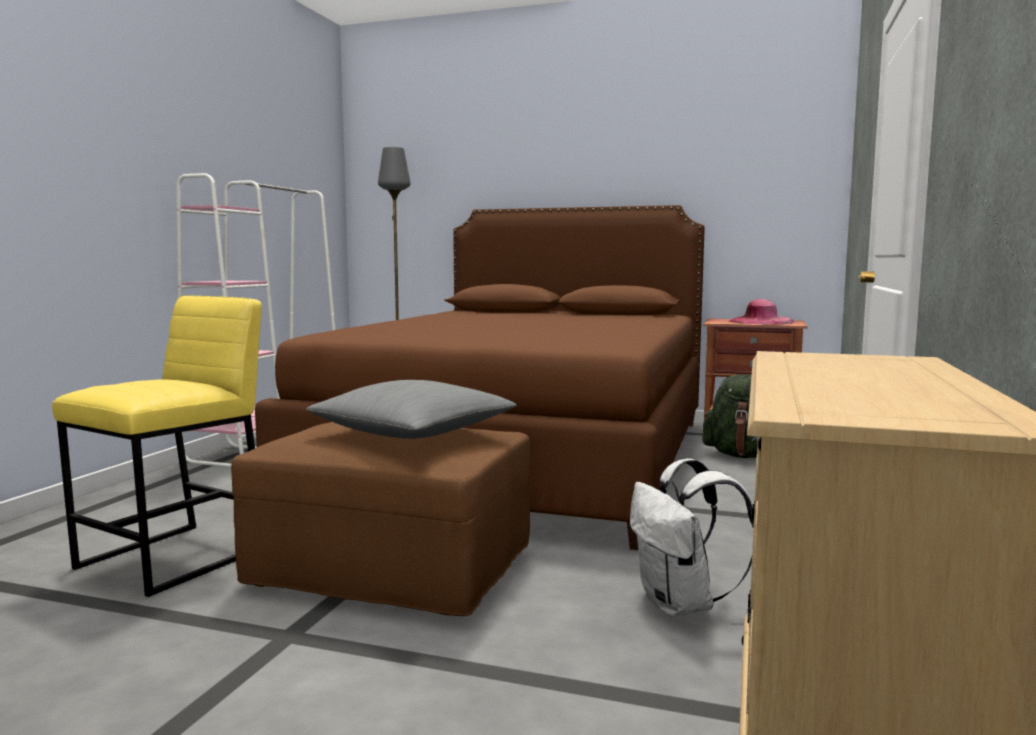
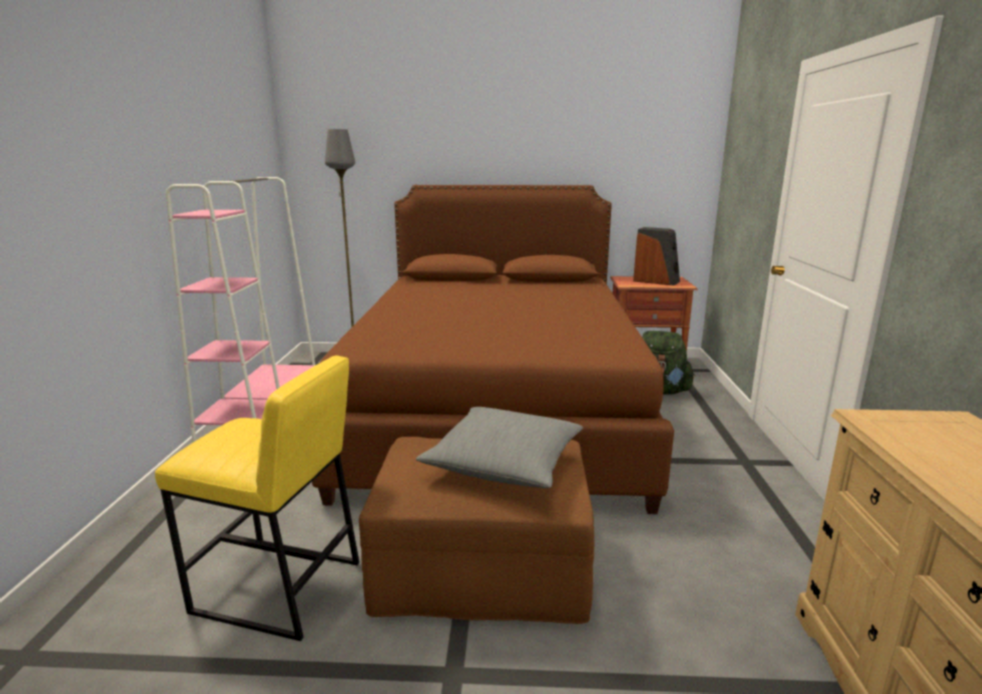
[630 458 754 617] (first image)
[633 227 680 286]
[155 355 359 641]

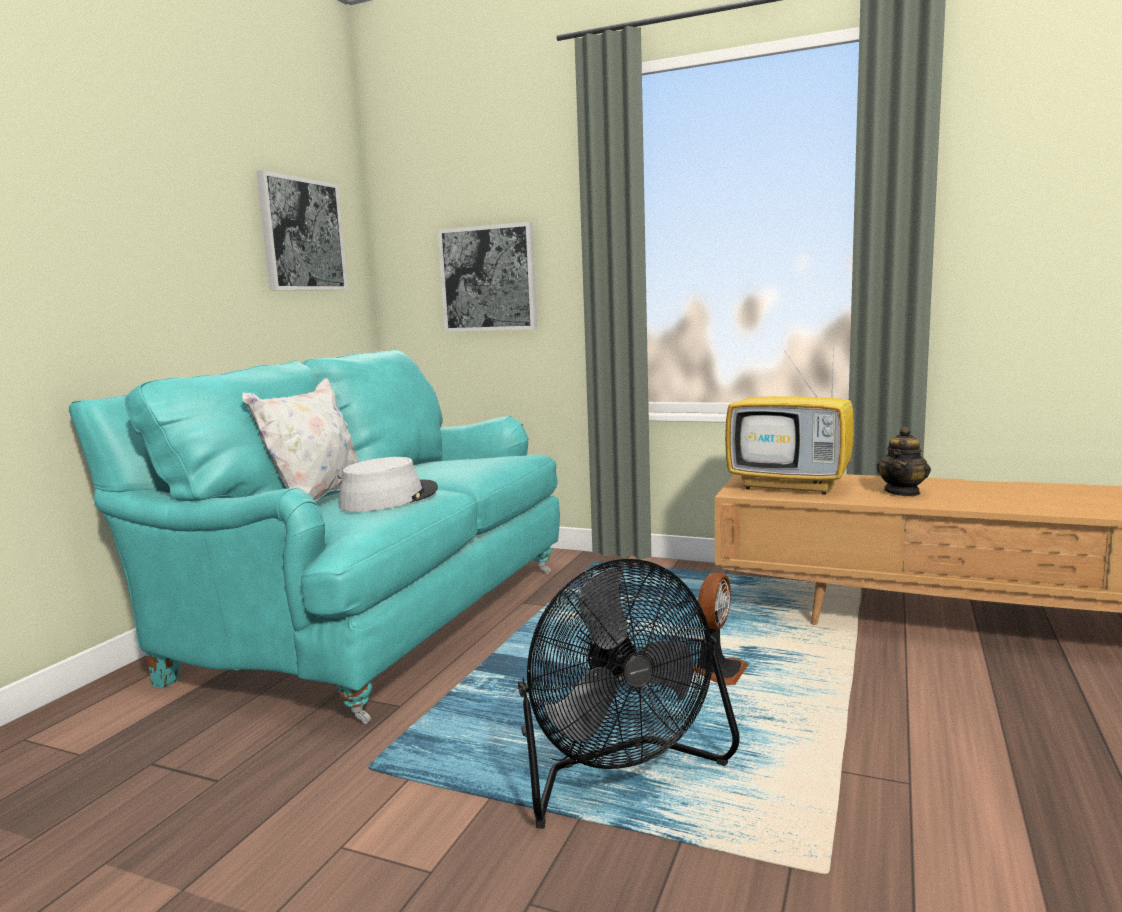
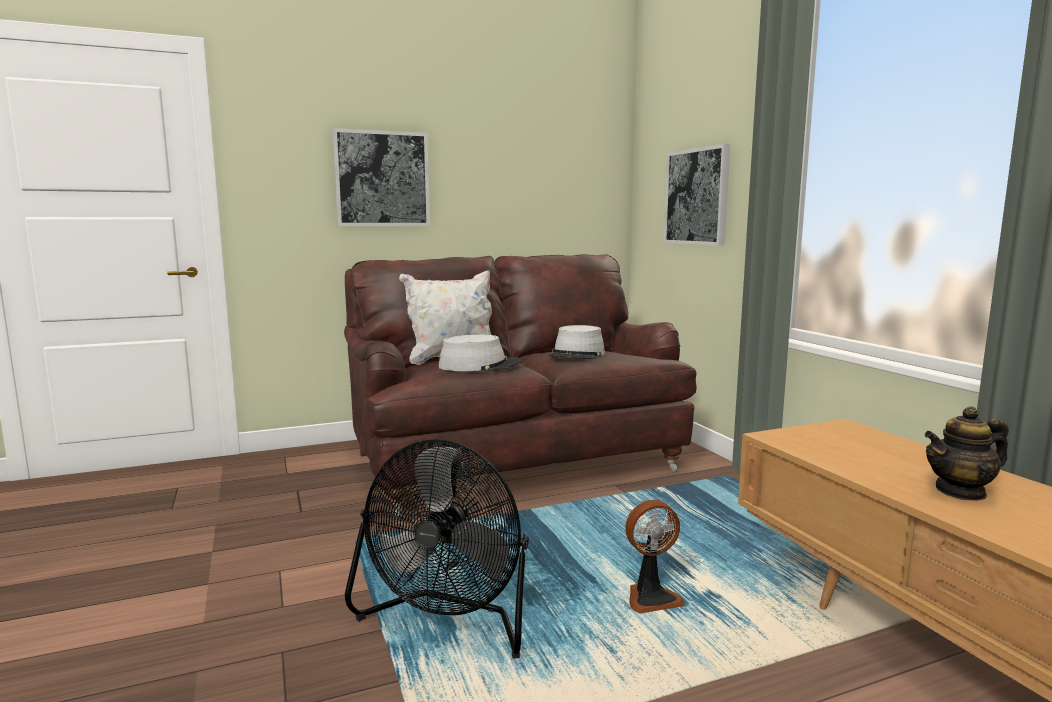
[725 345 854 495] (first image)
[549 325 605 360]
[332 128 430 226]
[344 254 696 517]

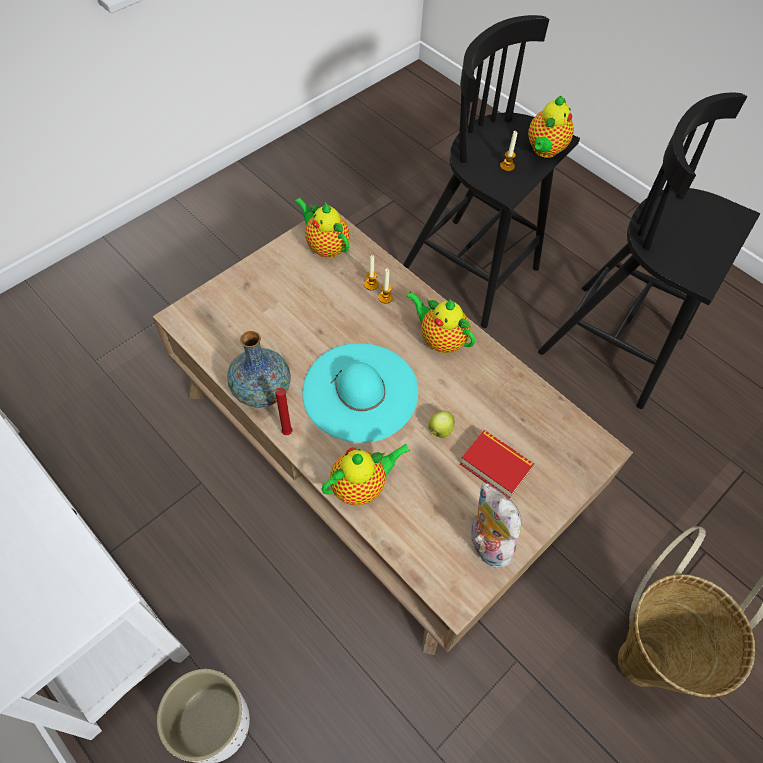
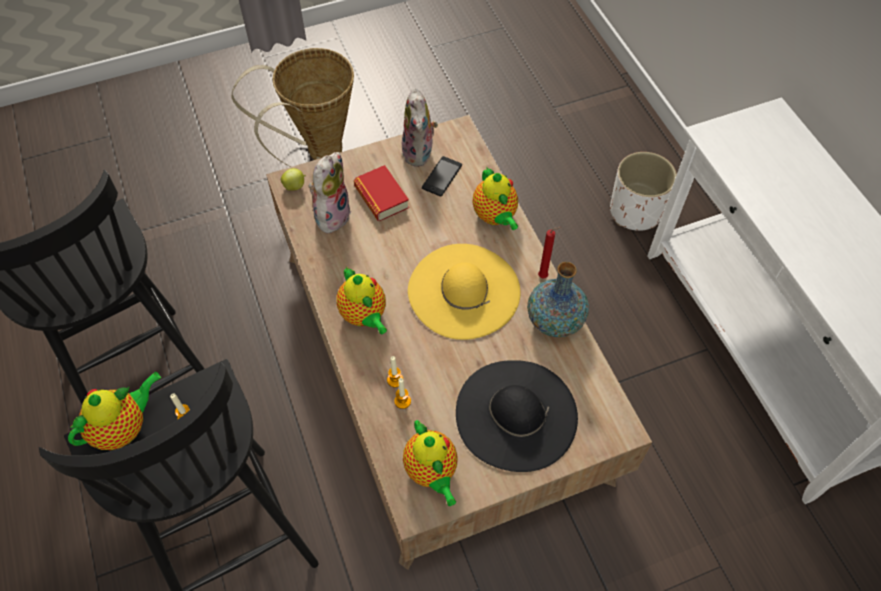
[308 152 352 234]
[422 156 462 196]
[456 360 578 472]
[281 168 306 191]
[408 244 521 340]
[472 168 518 230]

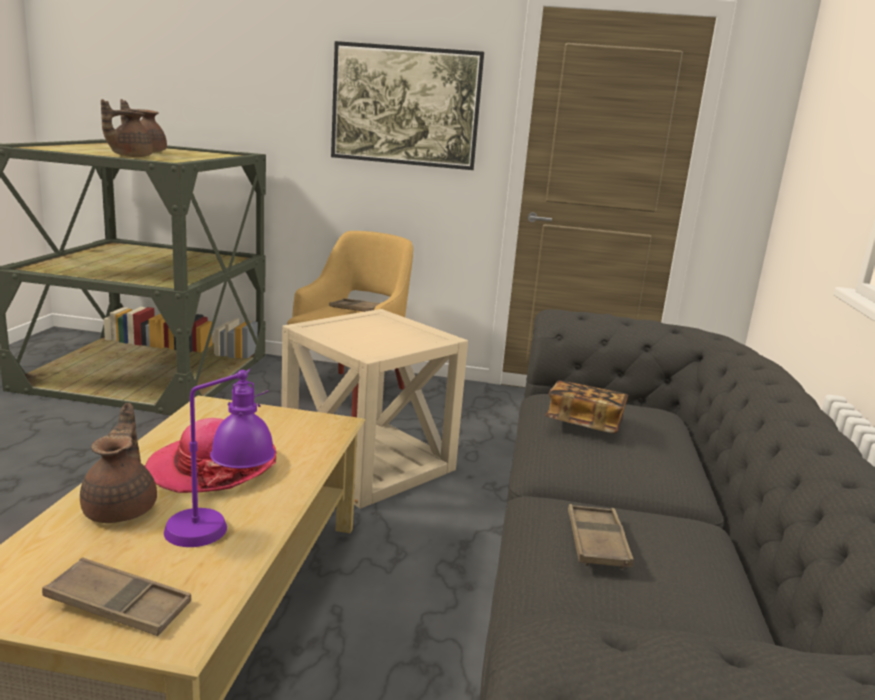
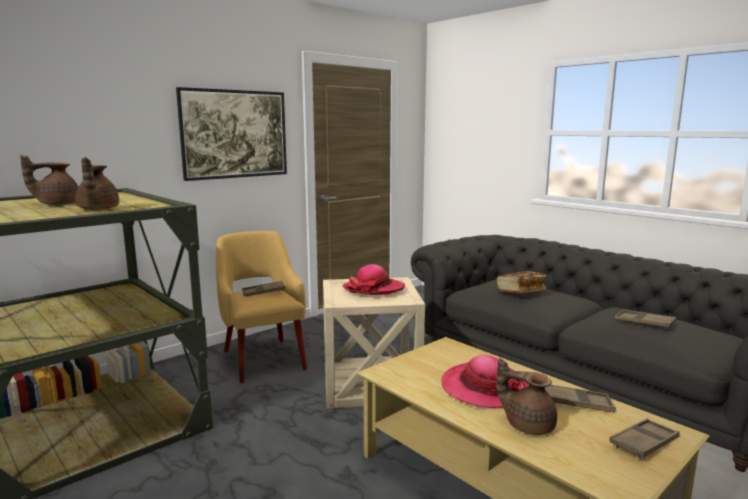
[342 264 405 295]
[545 385 616 412]

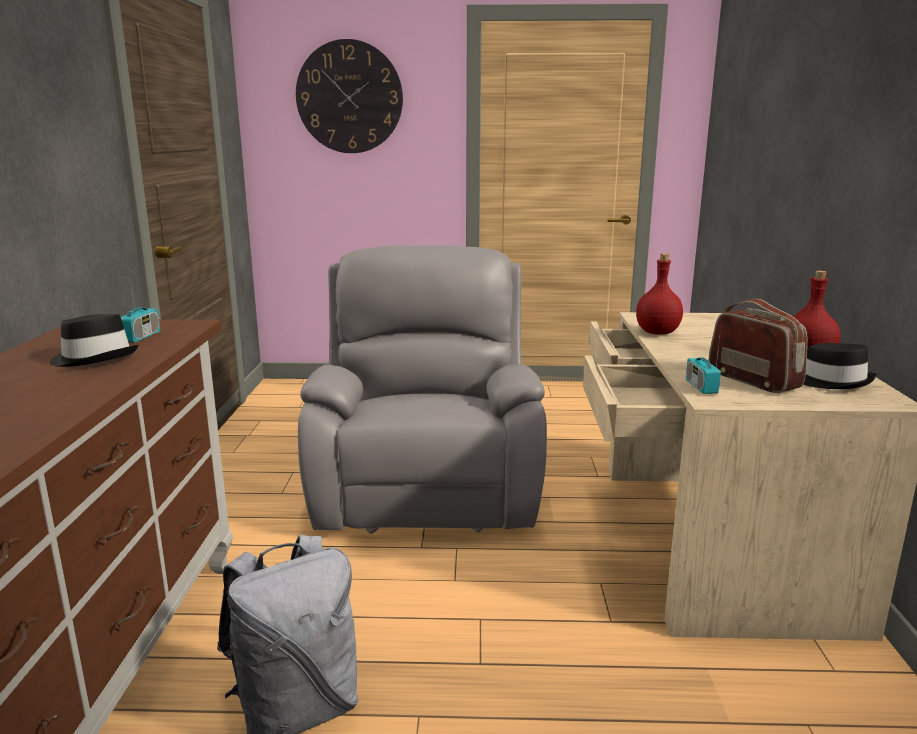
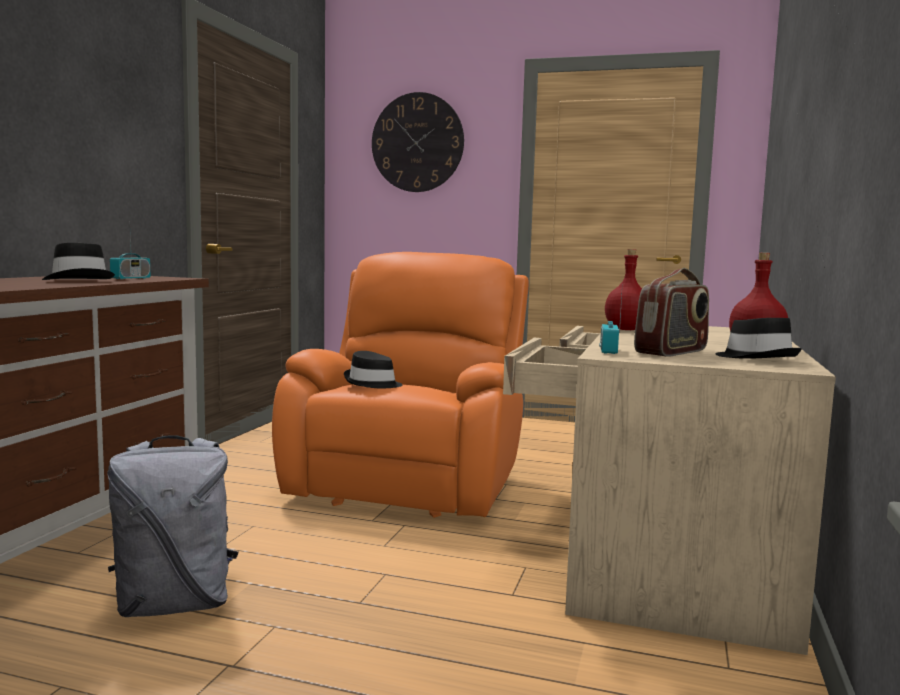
[344 351 402 388]
[272 252 529 518]
[634 268 709 357]

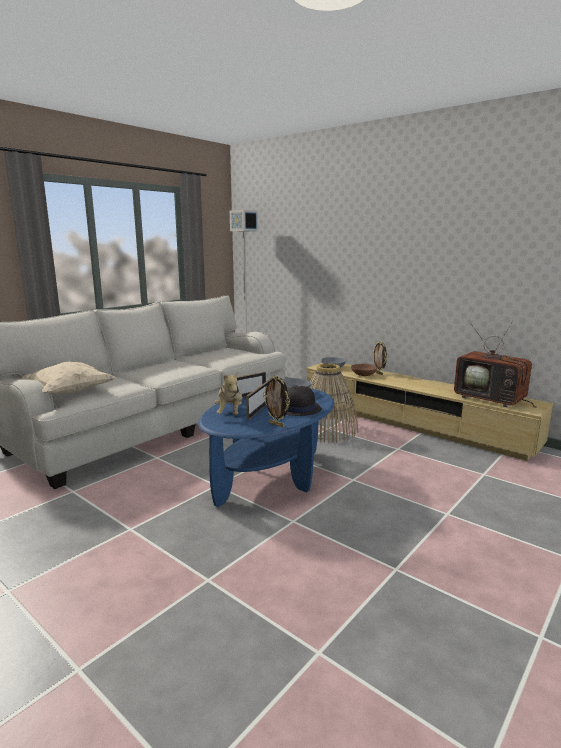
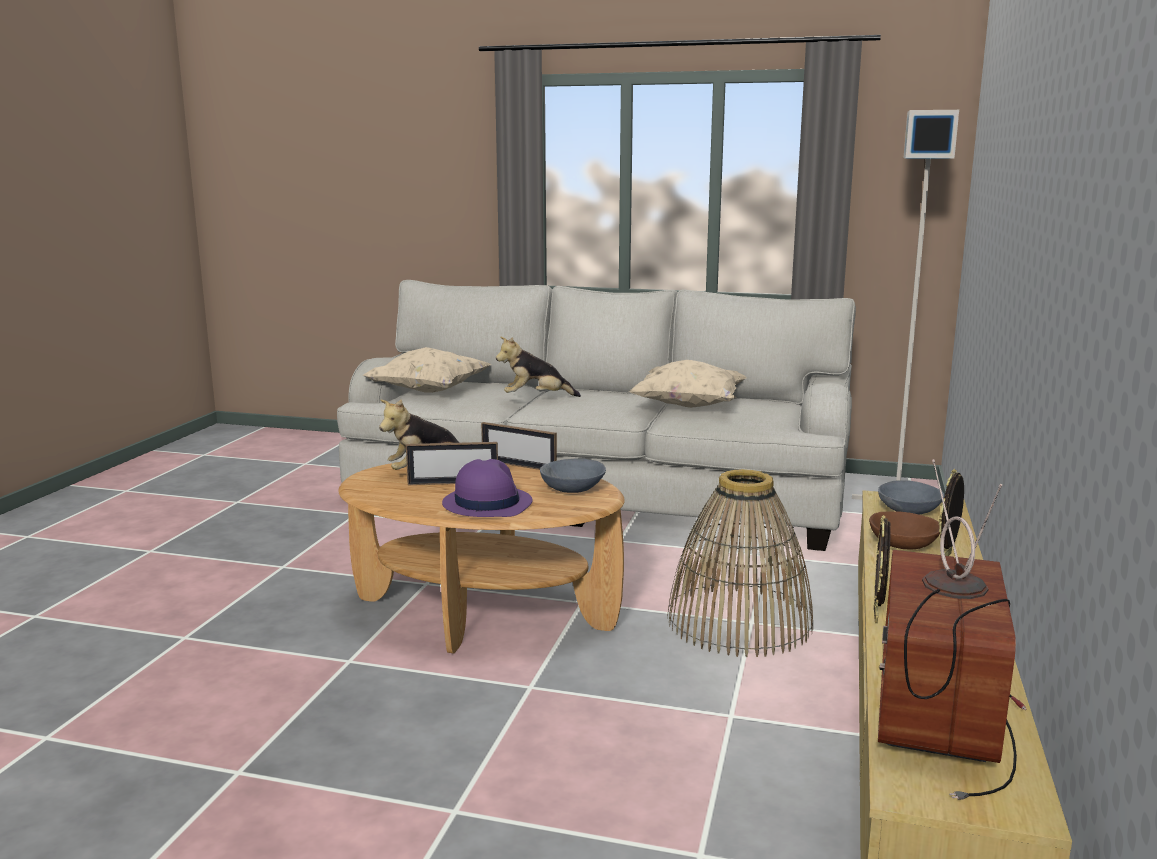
[496 336 581 397]
[629 360 747 408]
[874 516 891 623]
[338 463 625 653]
[442 459 532 517]

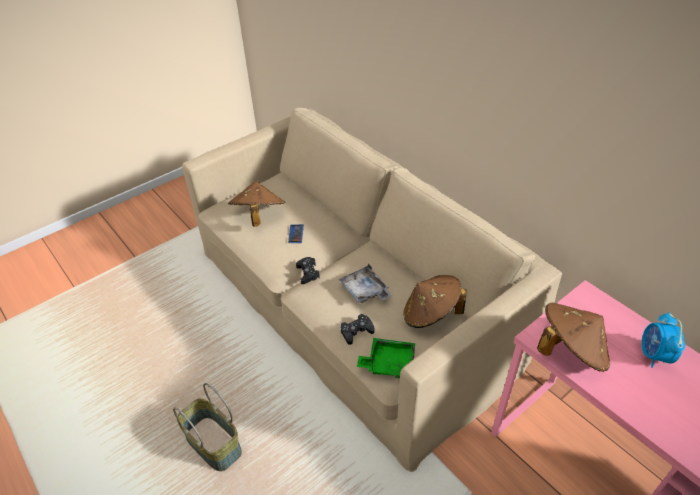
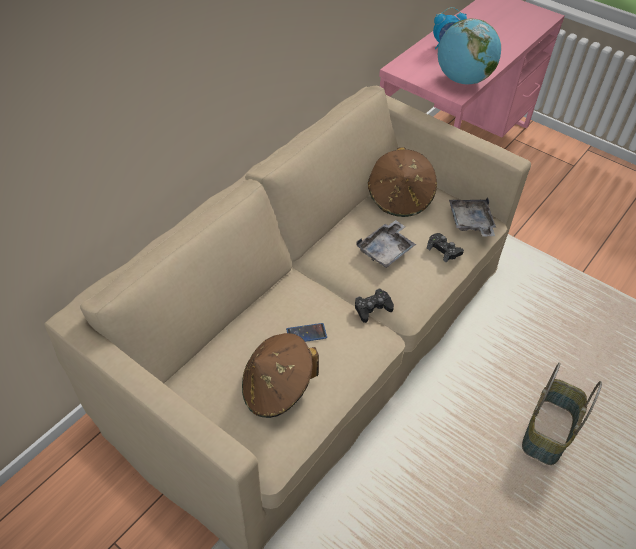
[438 19 501 84]
[449 197 496 237]

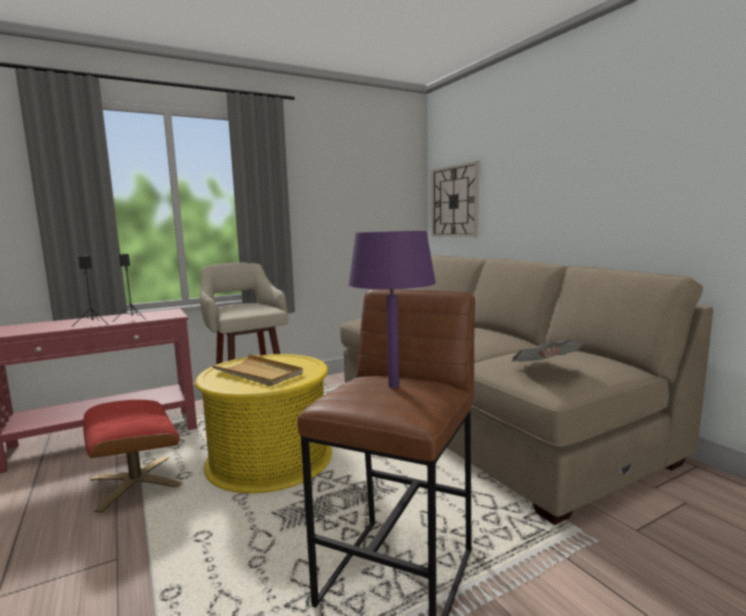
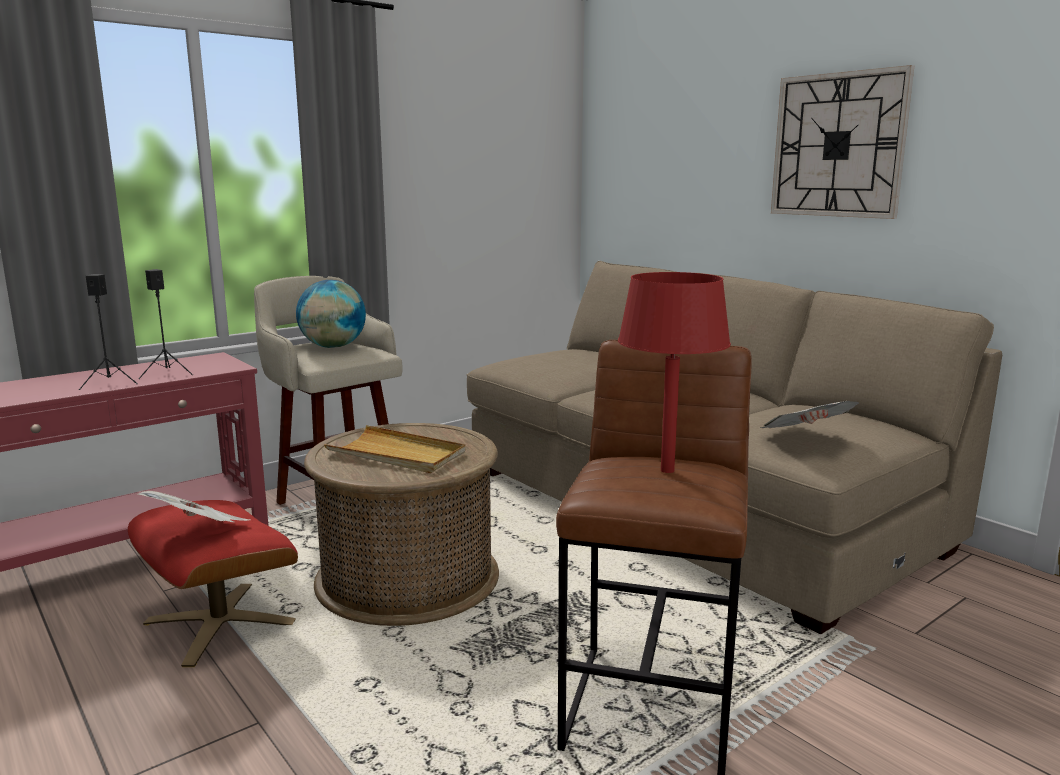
[138 491 251 522]
[296 280 366 348]
[771 65 914 219]
[304 423 499 626]
[618 272 731 473]

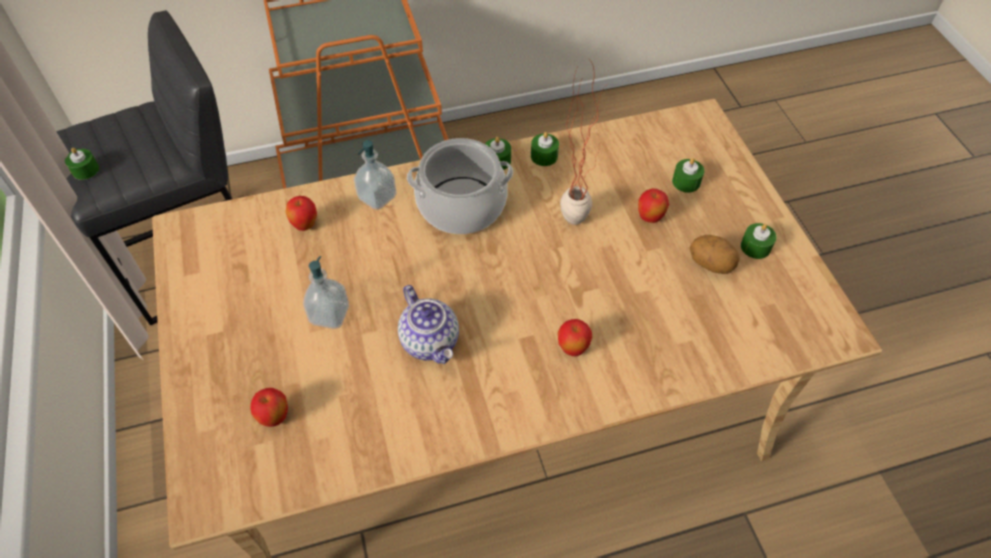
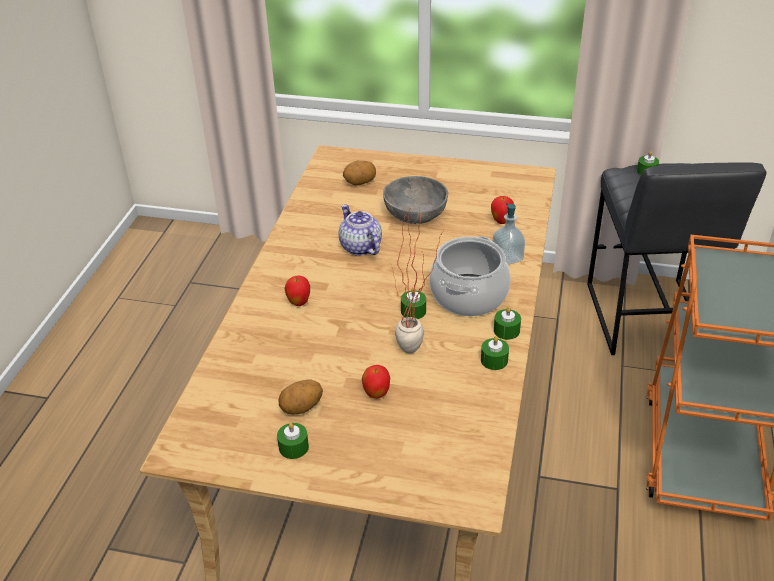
[401 287 426 319]
[343 160 376 185]
[383 176 448 224]
[339 204 382 256]

